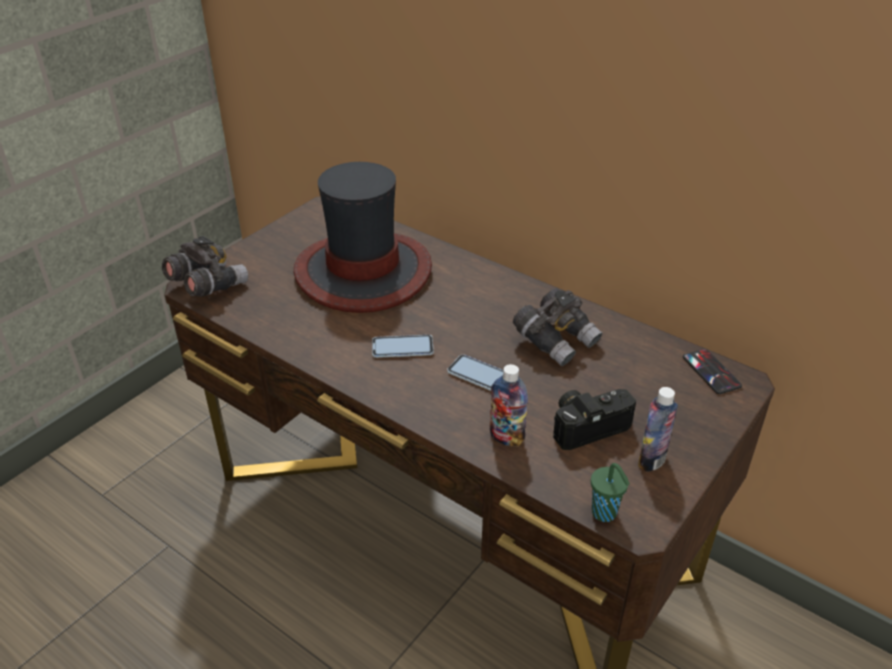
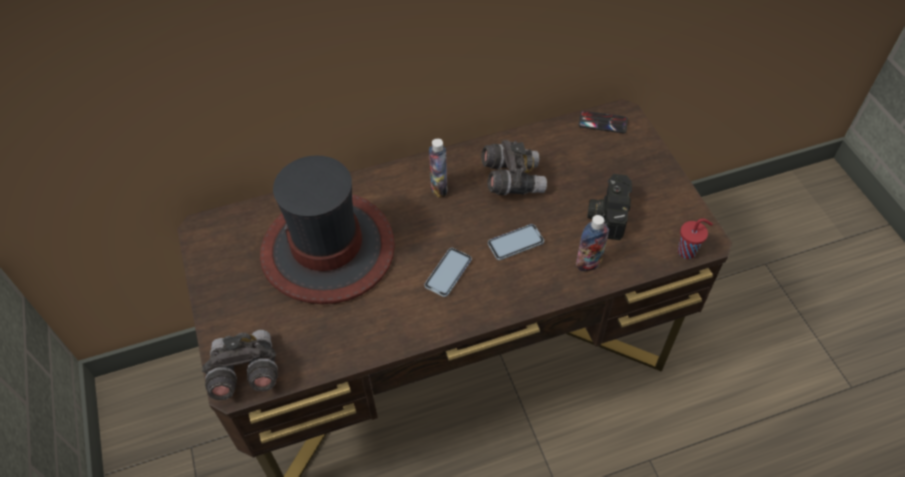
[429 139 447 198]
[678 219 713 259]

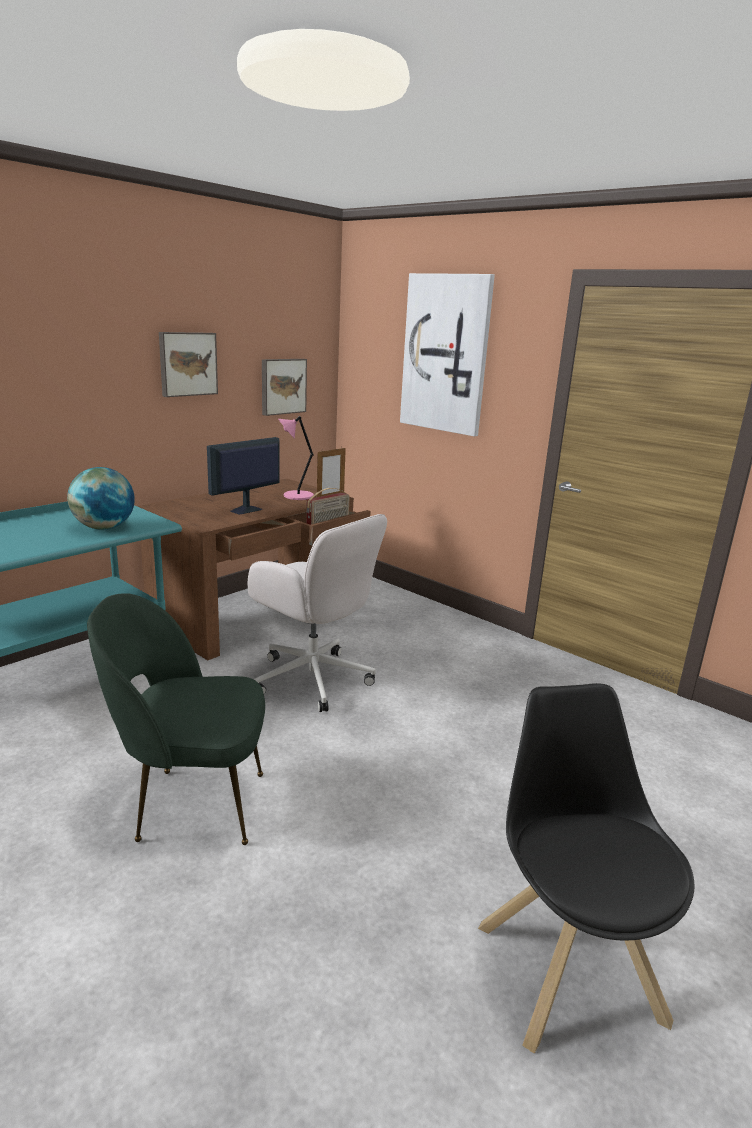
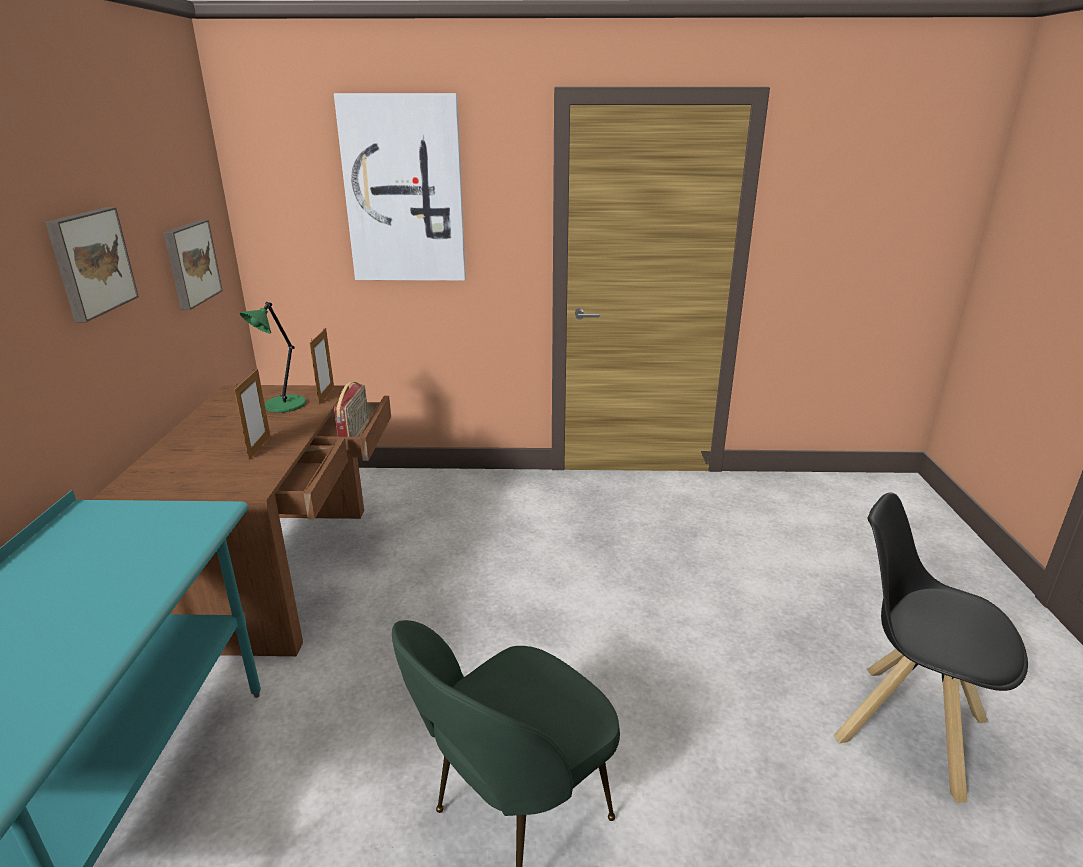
[67 467 135 530] (first image)
[248 514 387 712] (first image)
[234 369 270 460]
[240 302 306 413]

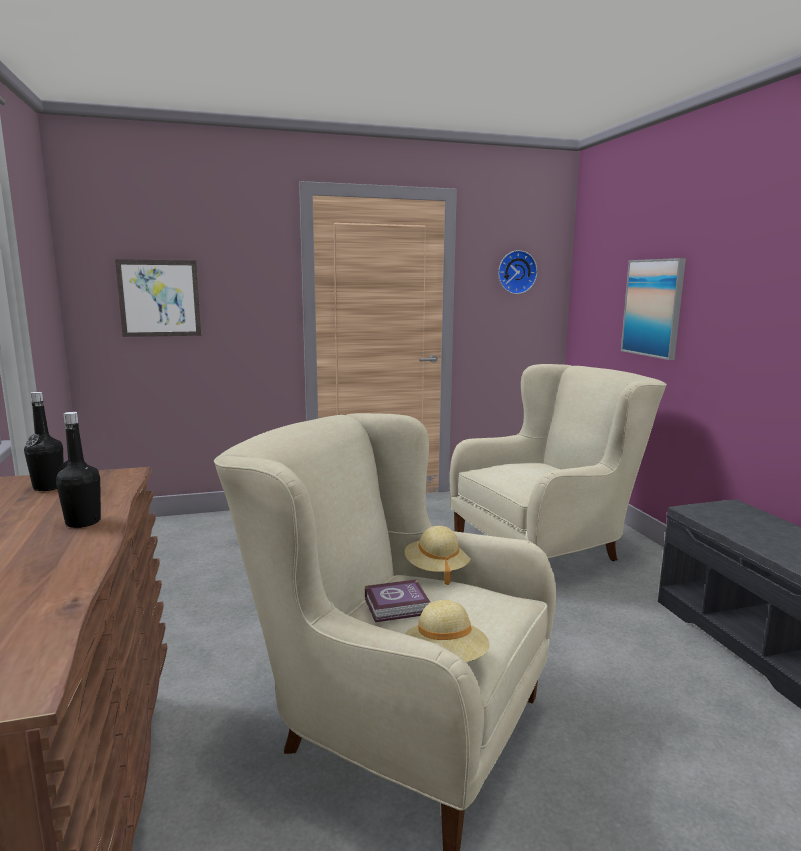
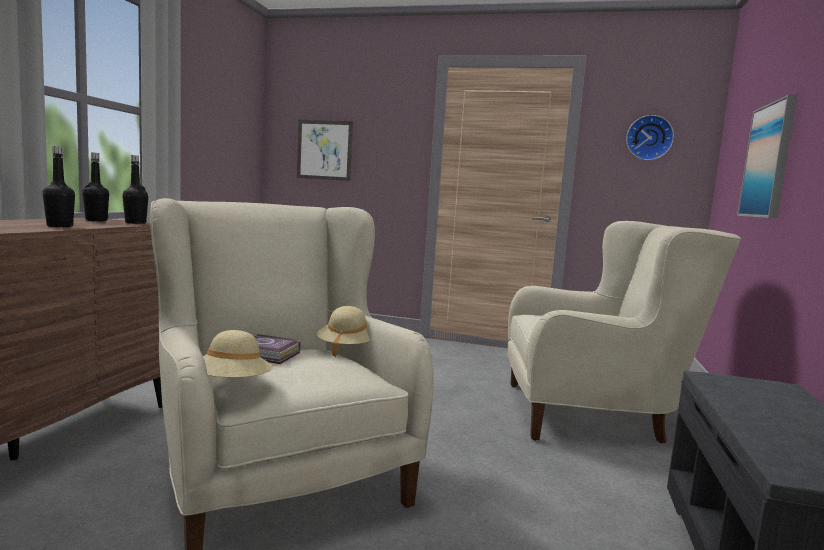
[122 155 148 224]

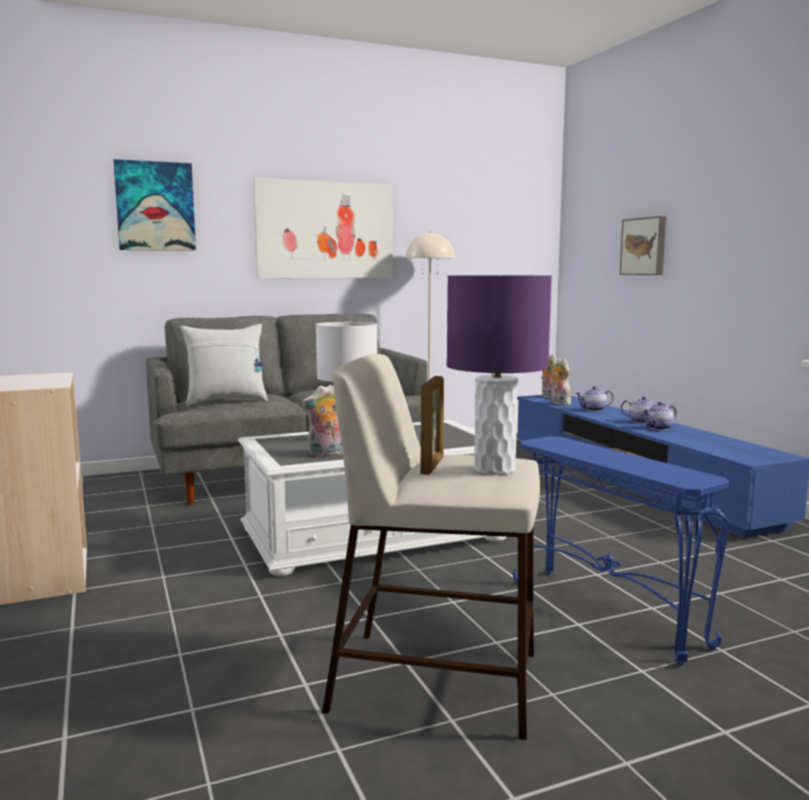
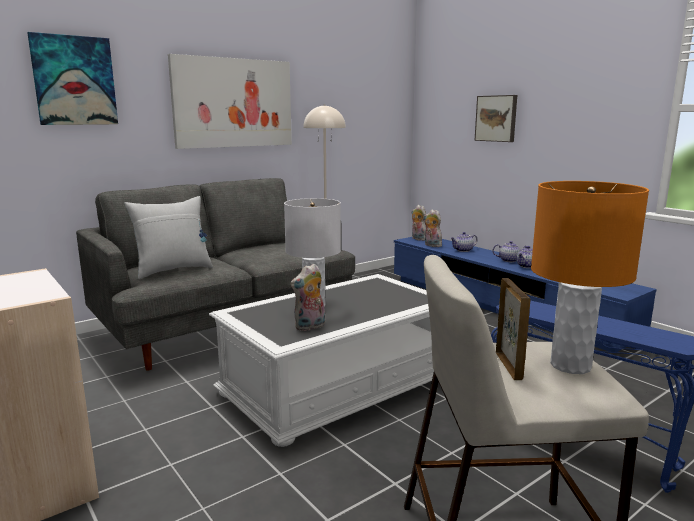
[531 181 649 374]

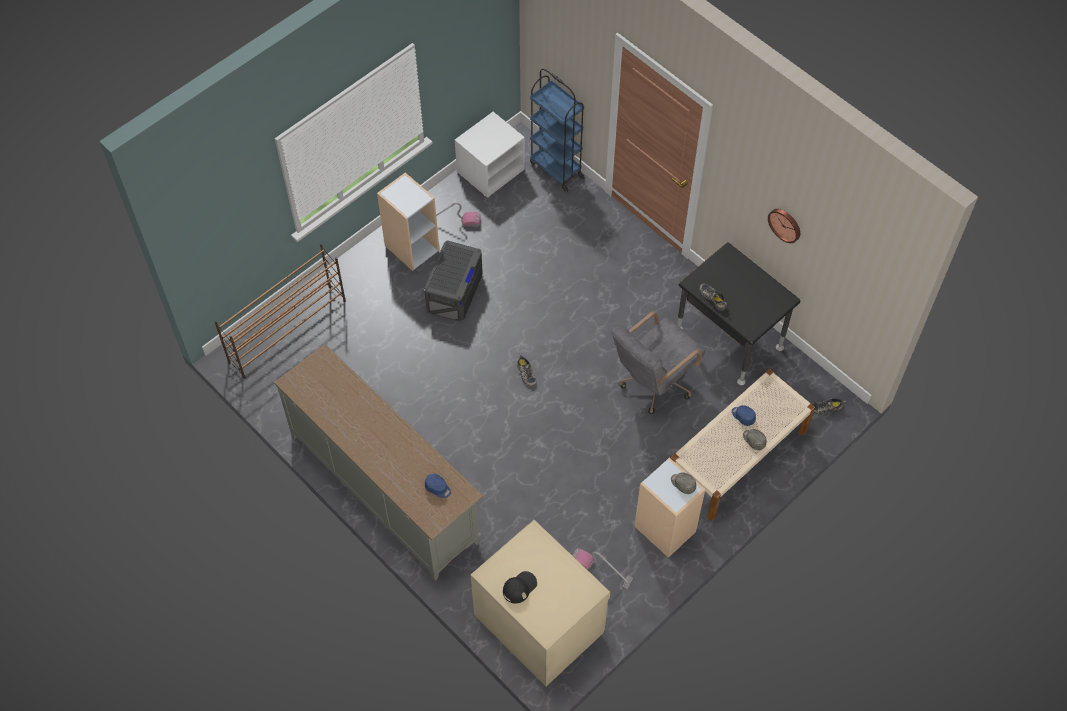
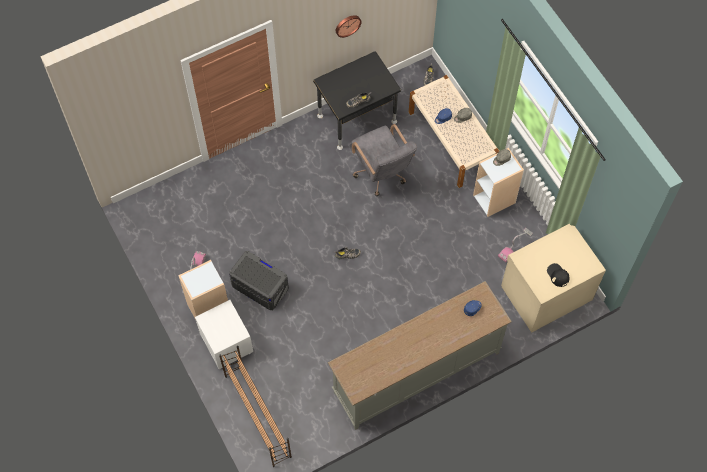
[530 69 585 192] (first image)
[195 300 253 369]

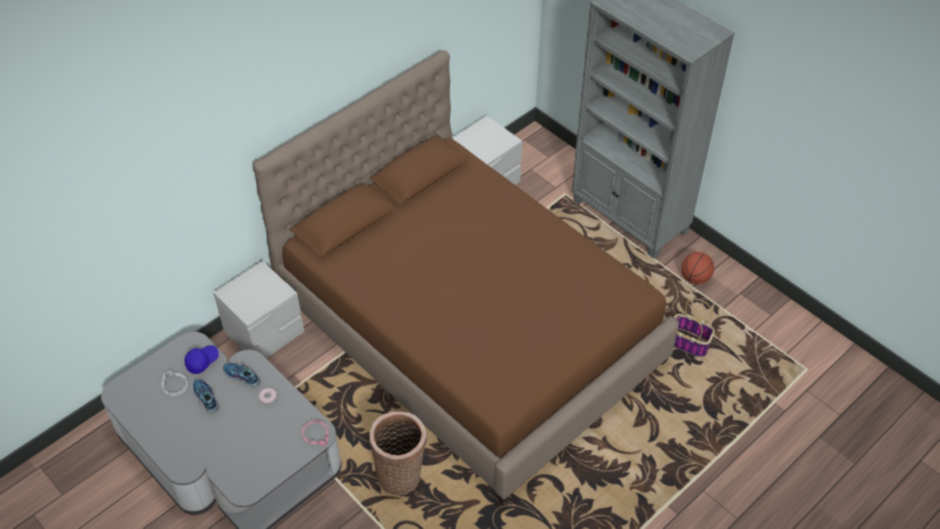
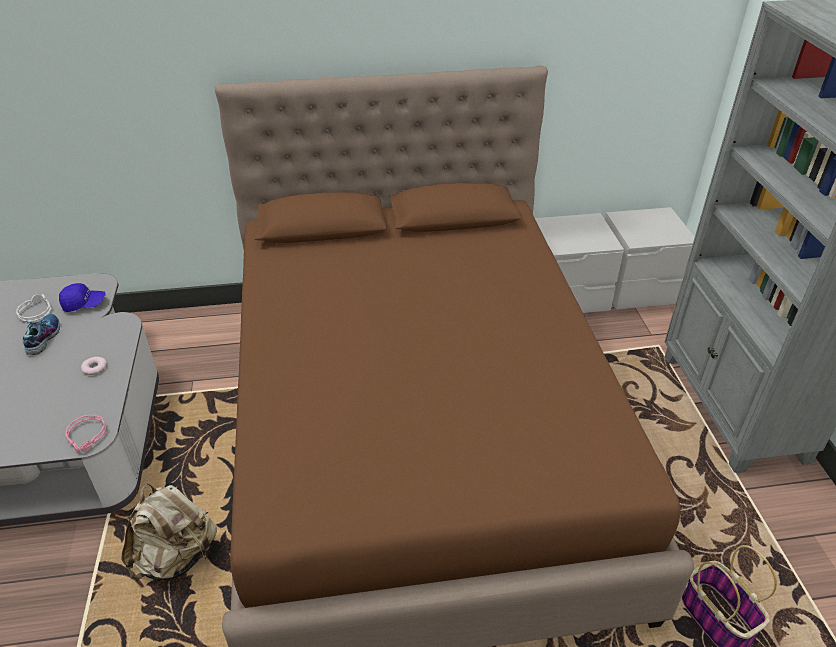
[223 363 260 388] (first image)
[681 252 714 284] (first image)
[605 207 695 310]
[122 483 217 580]

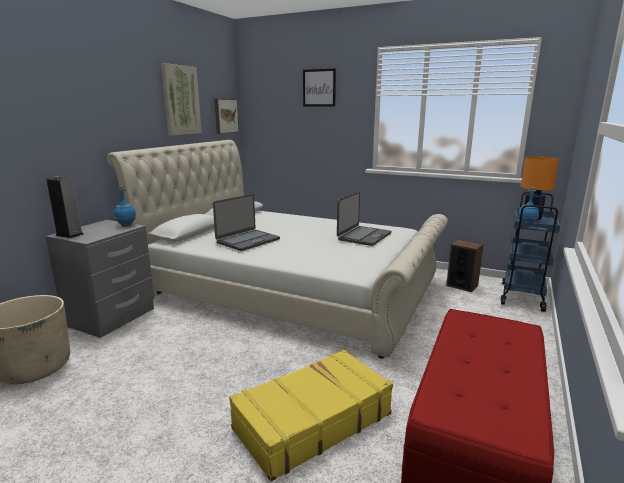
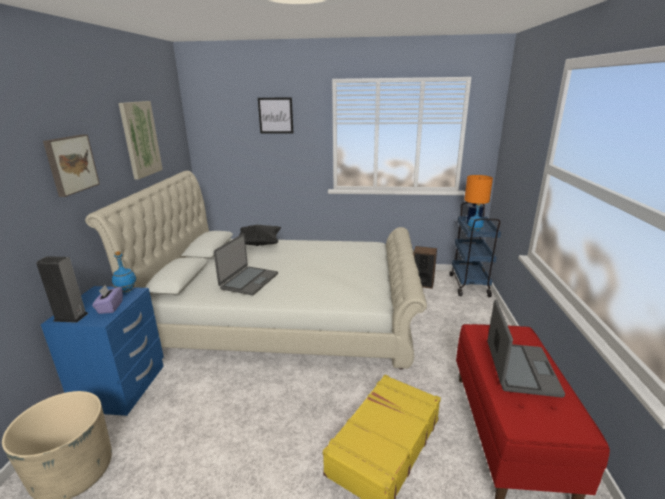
[92 285 123 314]
[239 225 282 246]
[43 134 100 197]
[487 299 565 398]
[41 286 164 416]

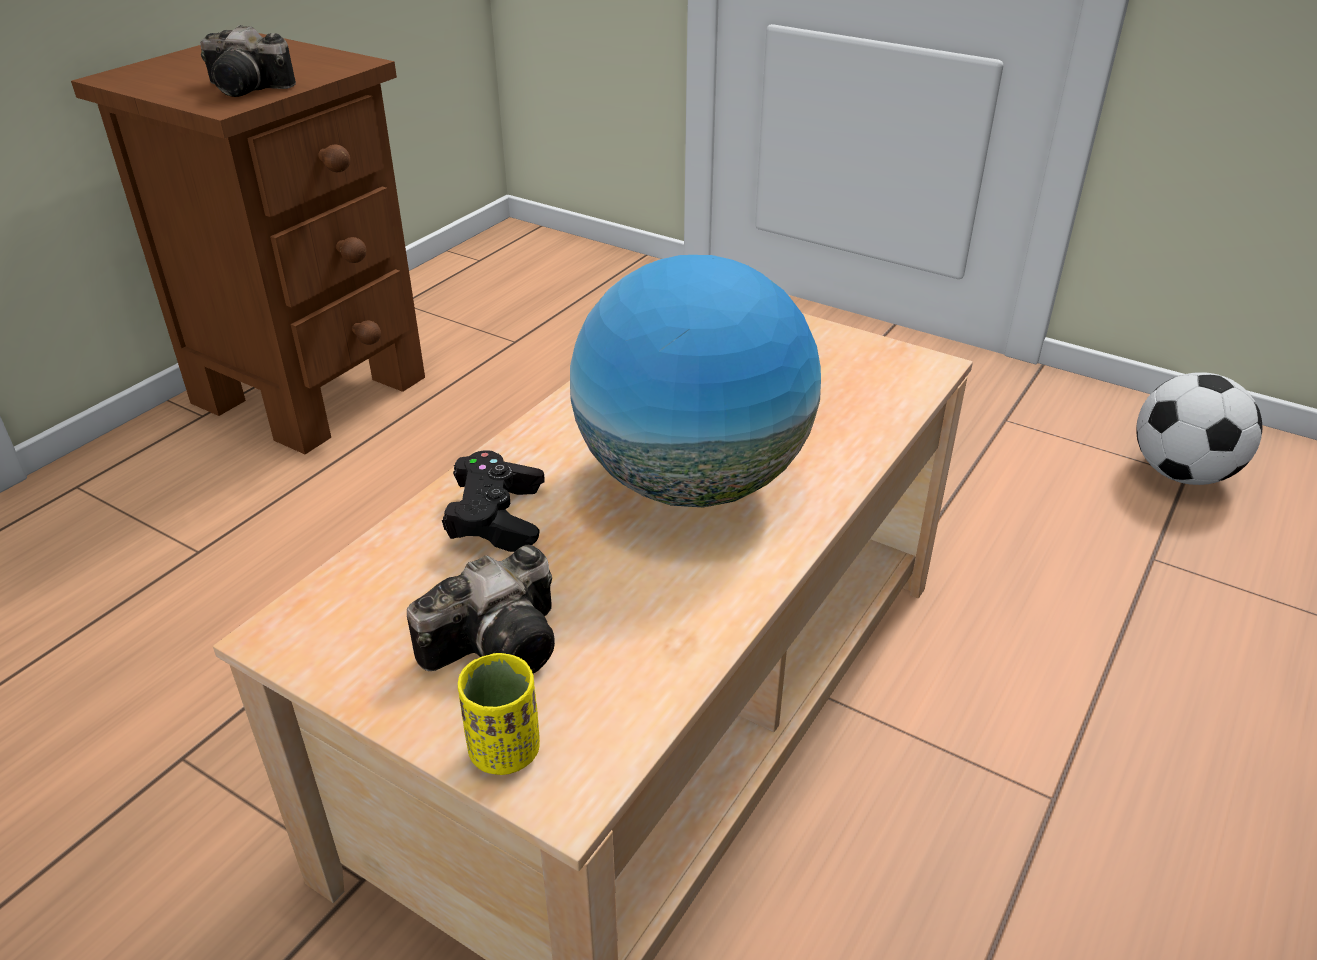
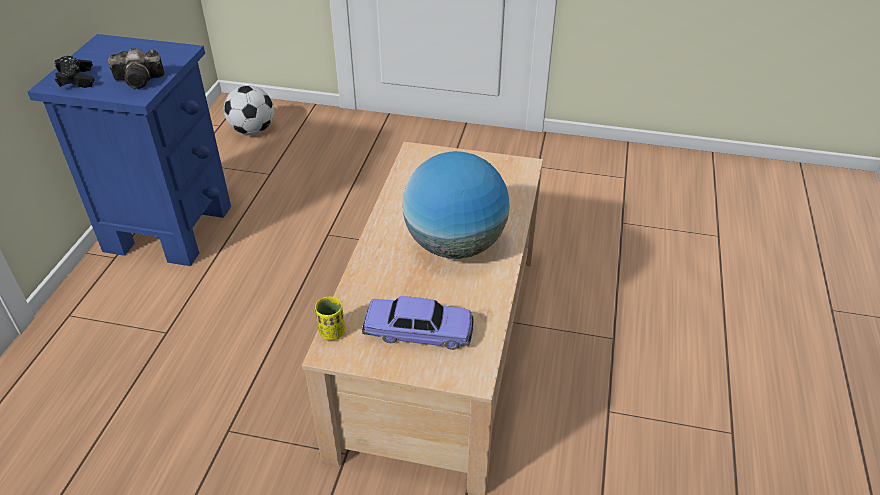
[54 56 94 88]
[315 297 345 340]
[224 85 274 135]
[362 296 473 350]
[28 34 231 266]

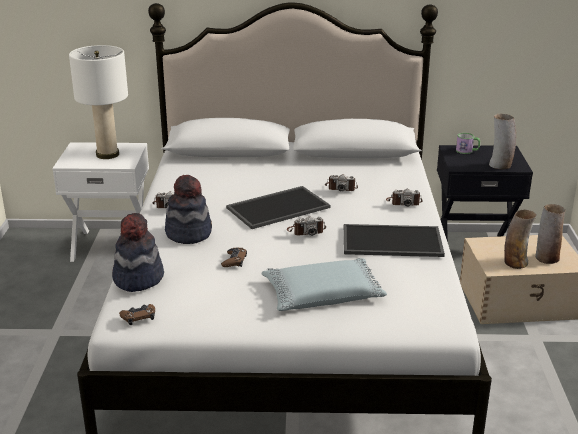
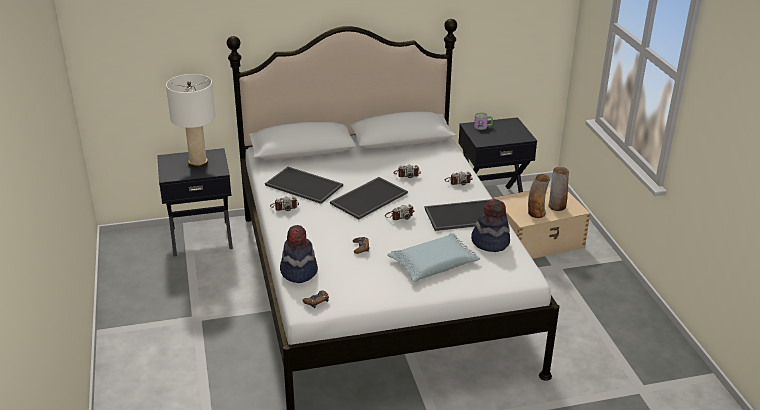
[489 114 516 170] (first image)
[265 167 343 204]
[471 199 510 252]
[157 148 233 256]

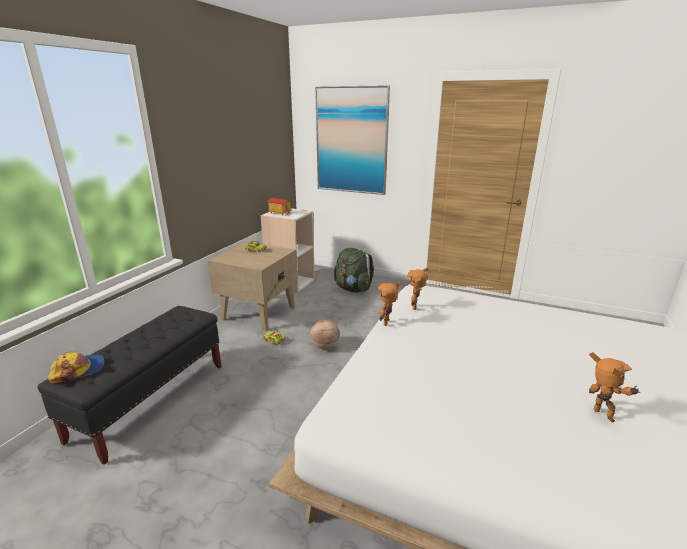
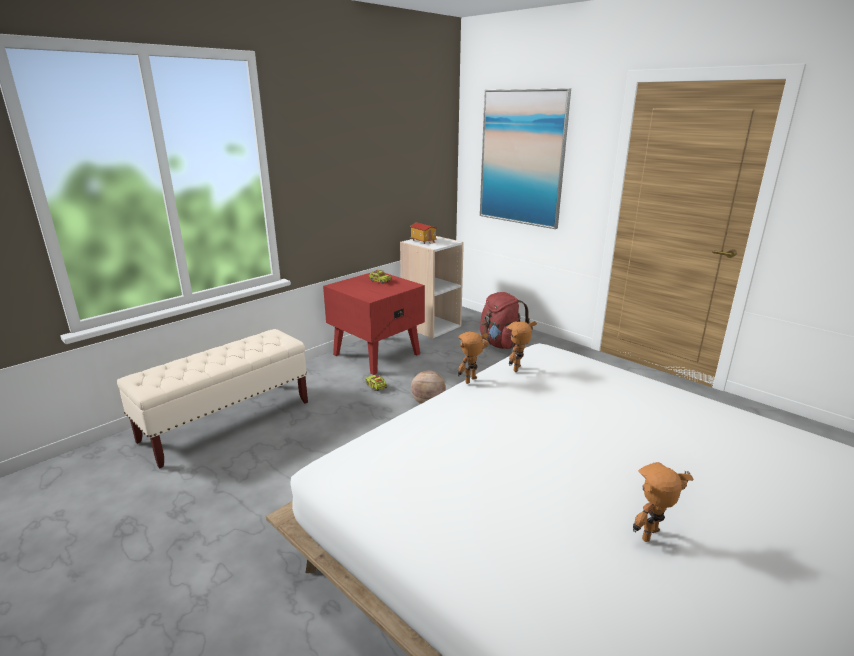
[48 351 104 383] (first image)
[117 329 308 469]
[323 272 425 375]
[480 292 530 349]
[633 462 694 542]

